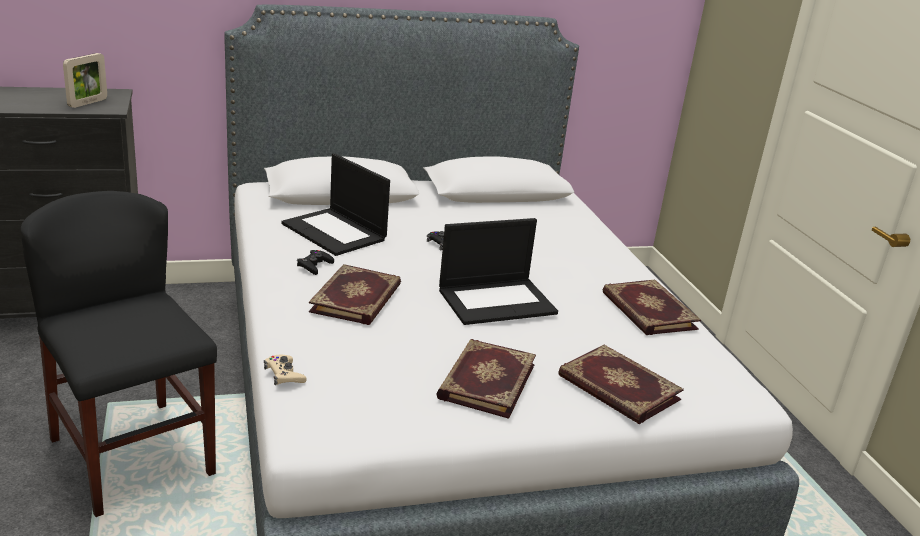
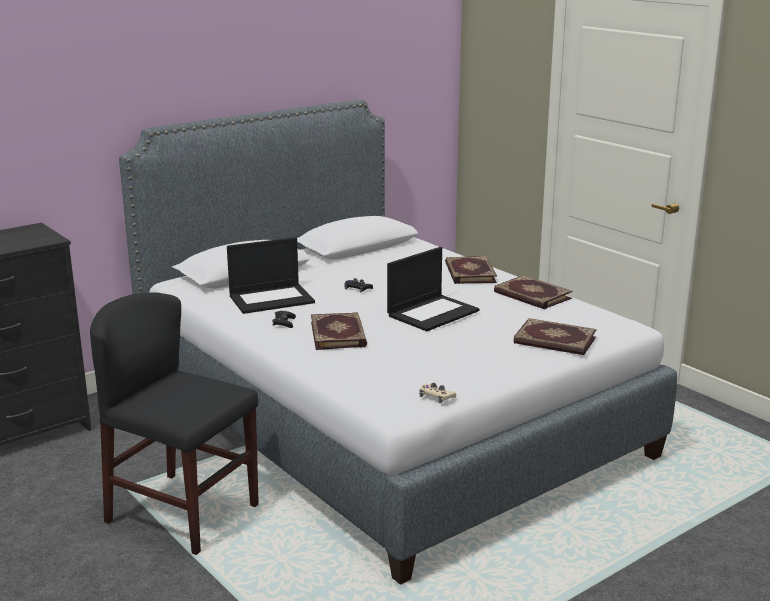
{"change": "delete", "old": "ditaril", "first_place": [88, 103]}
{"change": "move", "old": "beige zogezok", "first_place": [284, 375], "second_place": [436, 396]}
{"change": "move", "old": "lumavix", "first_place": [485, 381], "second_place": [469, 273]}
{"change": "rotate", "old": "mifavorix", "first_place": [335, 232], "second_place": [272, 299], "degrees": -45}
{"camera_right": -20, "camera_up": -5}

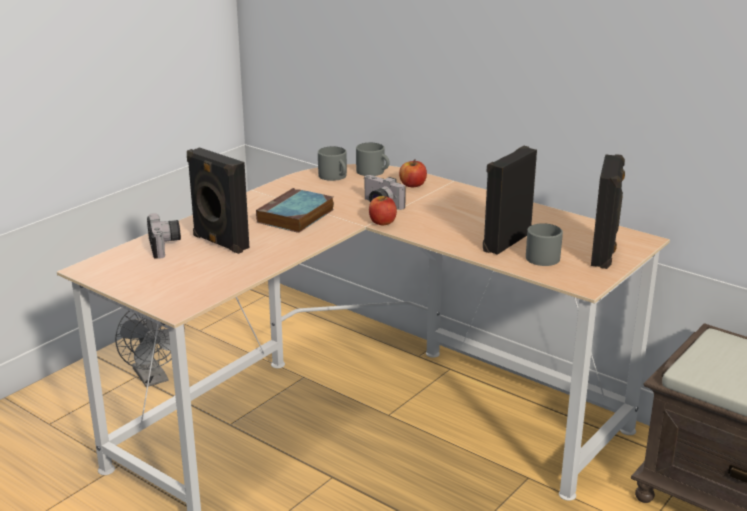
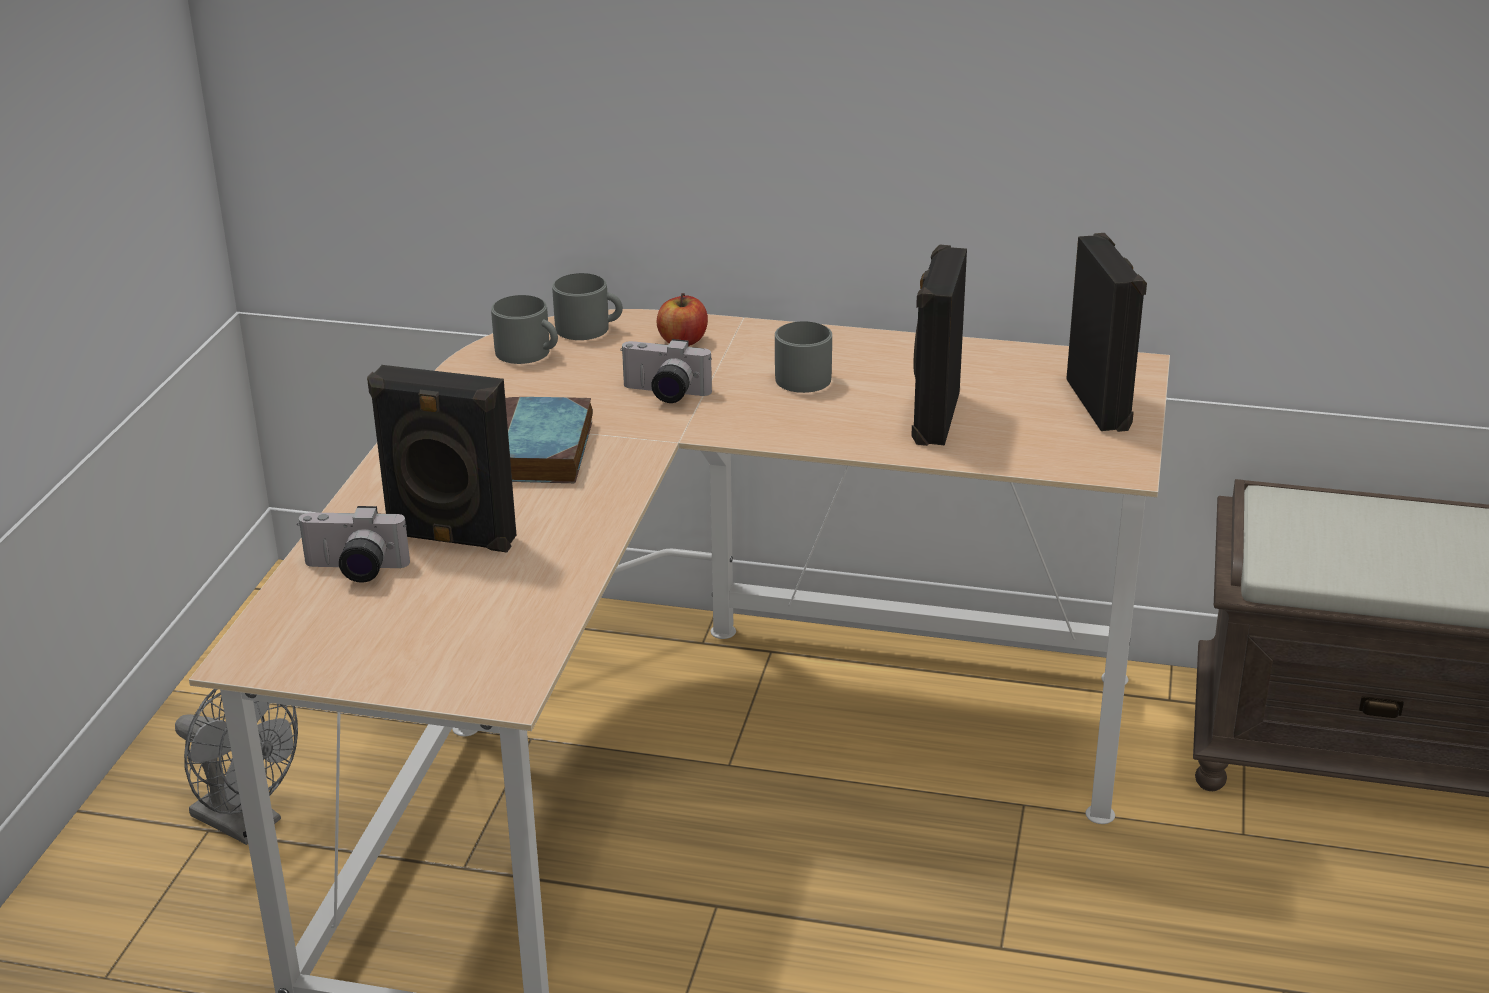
{"change": "delete", "old": "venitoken", "first_place": [382, 222]}
{"change": "move", "old": "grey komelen", "first_place": [542, 256], "second_place": [799, 376]}
{"change": "rotate", "old": "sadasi", "first_place": [166, 246], "second_place": [354, 570], "degrees": 135}
{"camera_right": -25, "camera_up": 5}

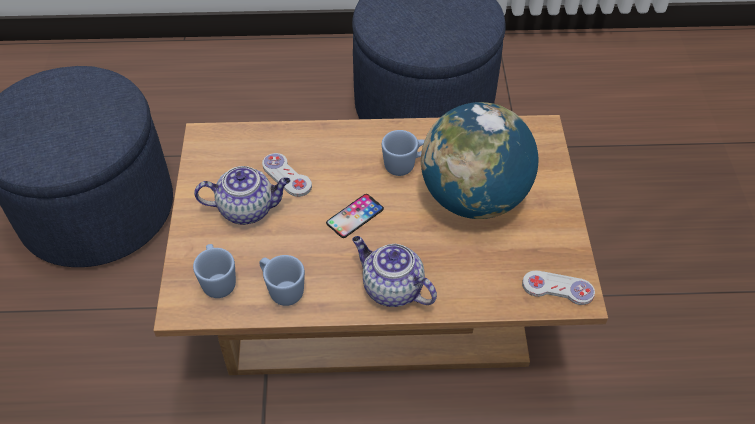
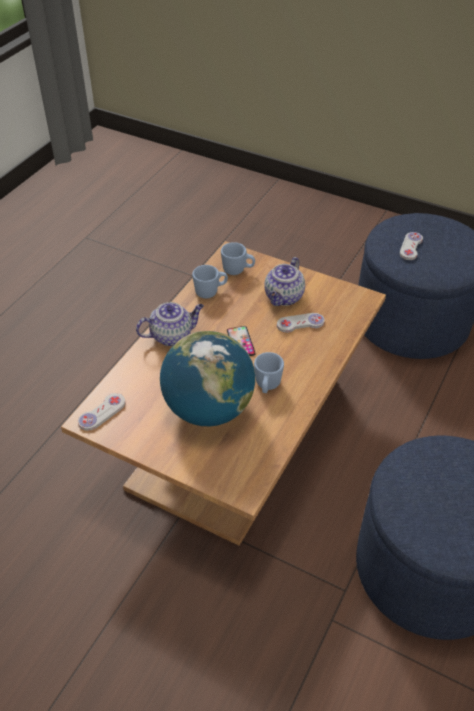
{"change": "insert", "new": "white zogezok", "second_place": [411, 247]}
{"camera_right": 120, "camera_up": -5}

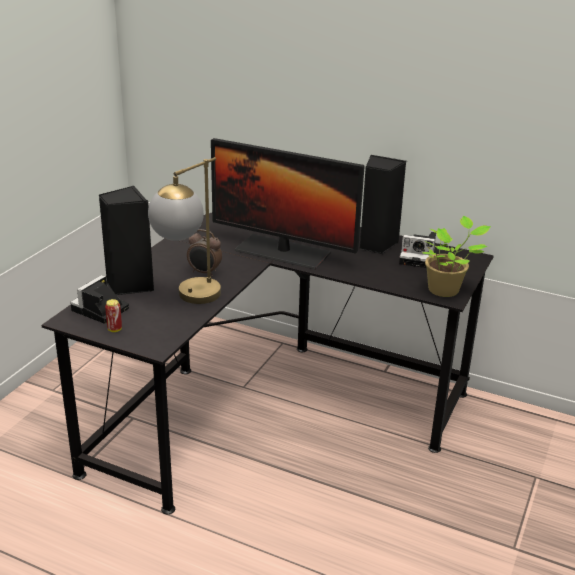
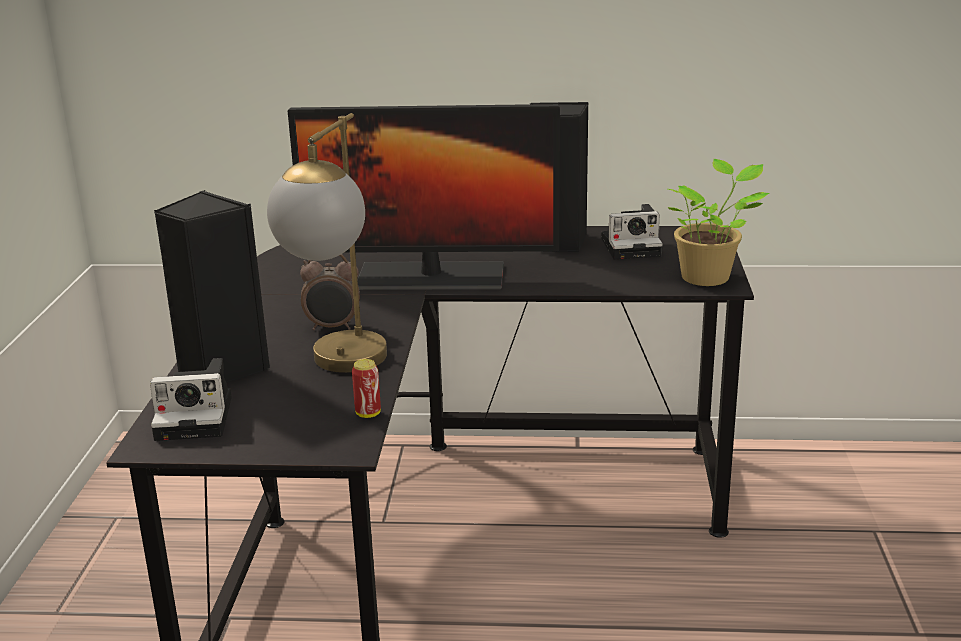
{"change": "move", "old": "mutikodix", "first_place": [114, 329], "second_place": [368, 414]}
{"change": "rotate", "old": "sadasi", "first_place": [99, 310], "second_place": [198, 417], "degrees": -105}
{"camera_right": -20, "camera_up": -5}

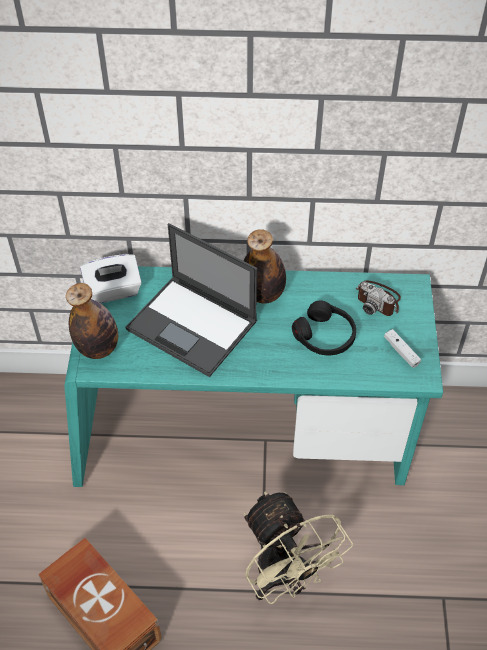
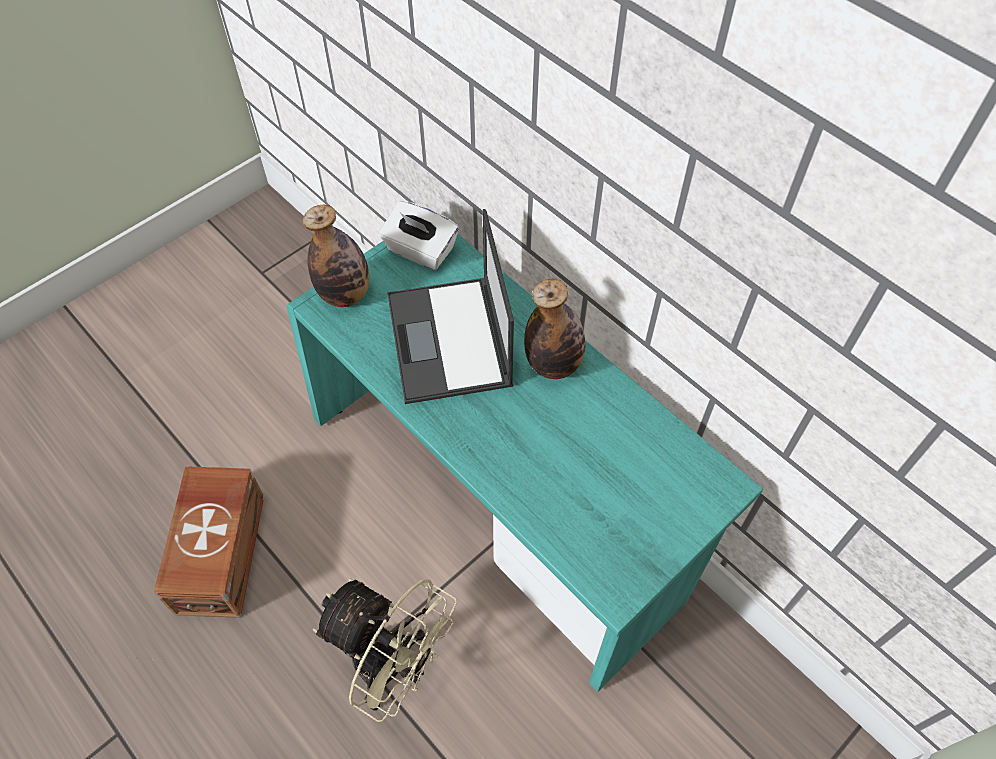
{"change": "delete", "old": "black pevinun", "first_place": [325, 336]}
{"change": "delete", "old": "sadasi", "first_place": [378, 300]}
{"change": "delete", "old": "white zogezok", "first_place": [401, 351]}
{"change": "rotate", "old": "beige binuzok", "first_place": [284, 577], "second_place": [393, 667], "degrees": -75}
{"camera_right": 45, "camera_up": 5}

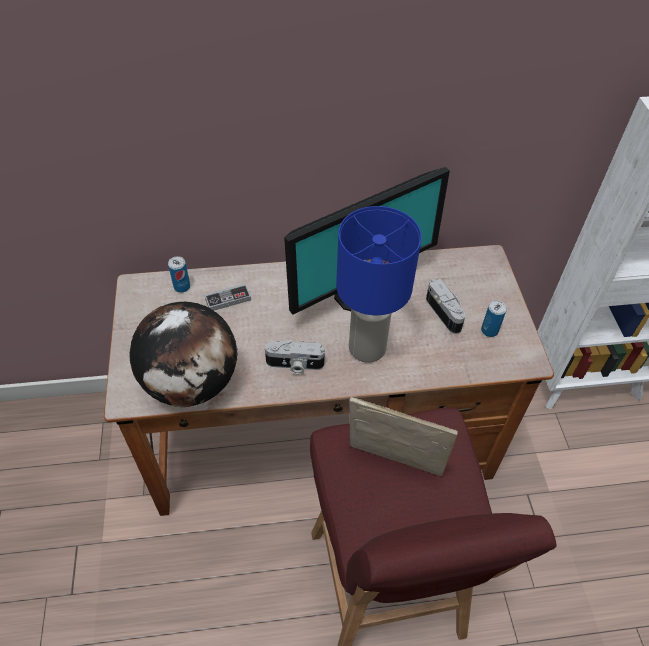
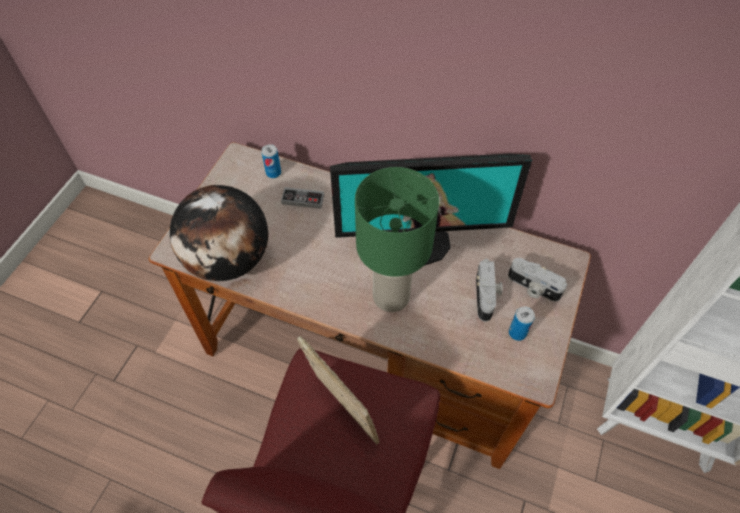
{"change": "move", "old": "sadasi", "first_place": [294, 365], "second_place": [532, 287]}
{"change": "recolor", "old": "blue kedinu", "new": "green kedinu", "first_place": [367, 349], "second_place": [390, 297]}
{"camera_right": 30, "camera_up": 5}

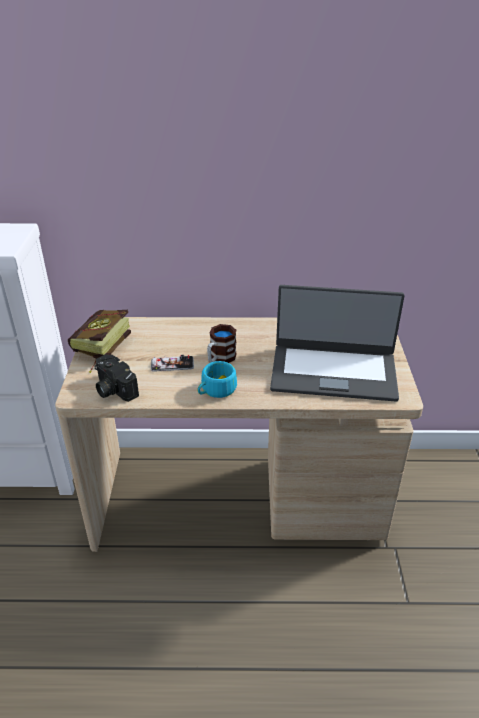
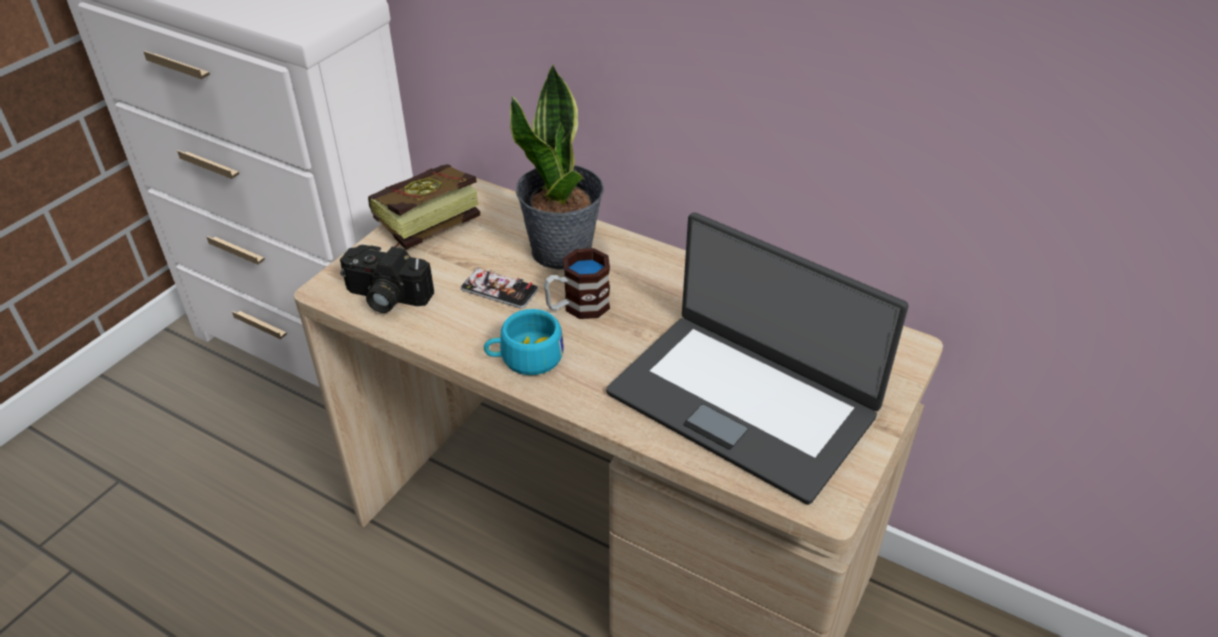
{"change": "insert", "new": "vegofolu", "second_place": [562, 251]}
{"change": "rotate", "old": "sadasi", "first_place": [112, 389], "second_place": [385, 297], "degrees": -60}
{"camera_right": 30, "camera_up": 5}

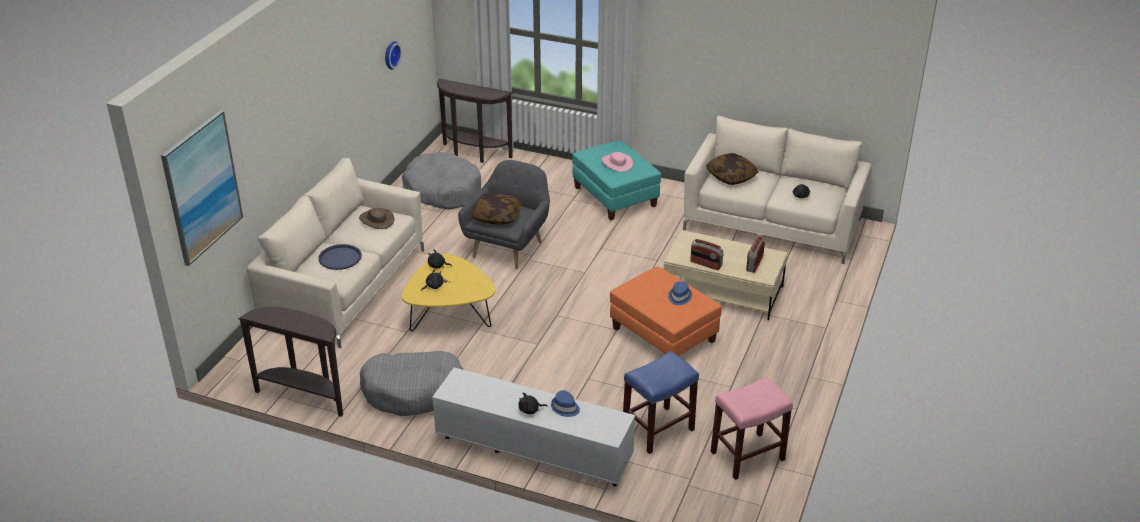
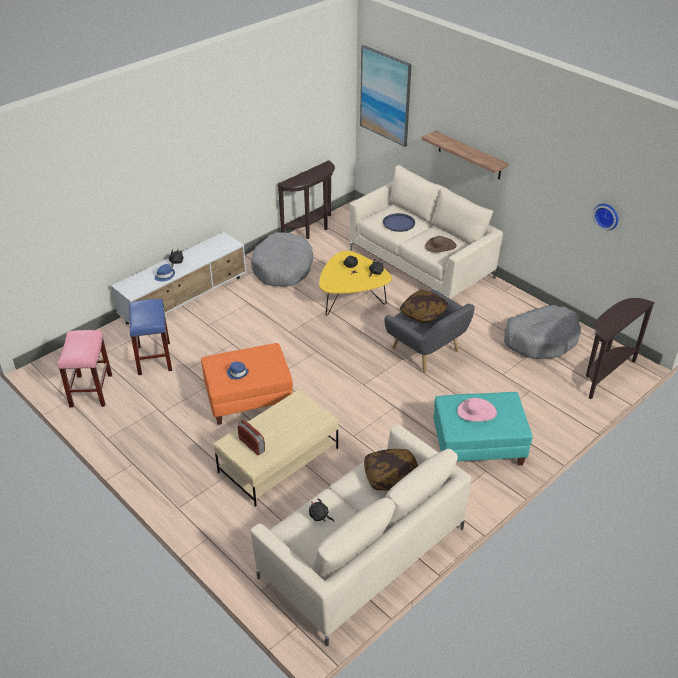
{"change": "delete", "old": "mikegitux", "first_place": [705, 264]}
{"change": "insert", "new": "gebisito", "second_place": [469, 155]}
{"camera_right": 115, "camera_up": 5}

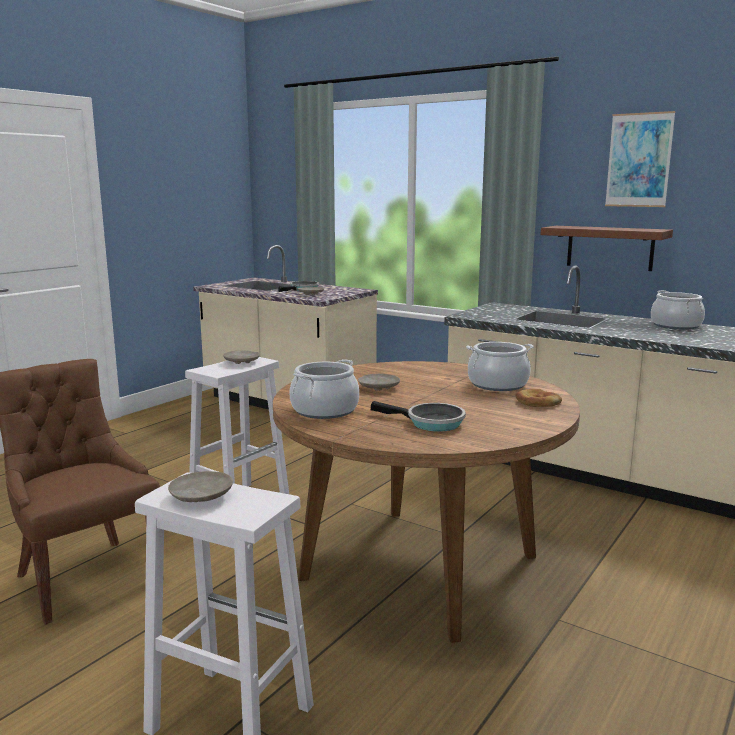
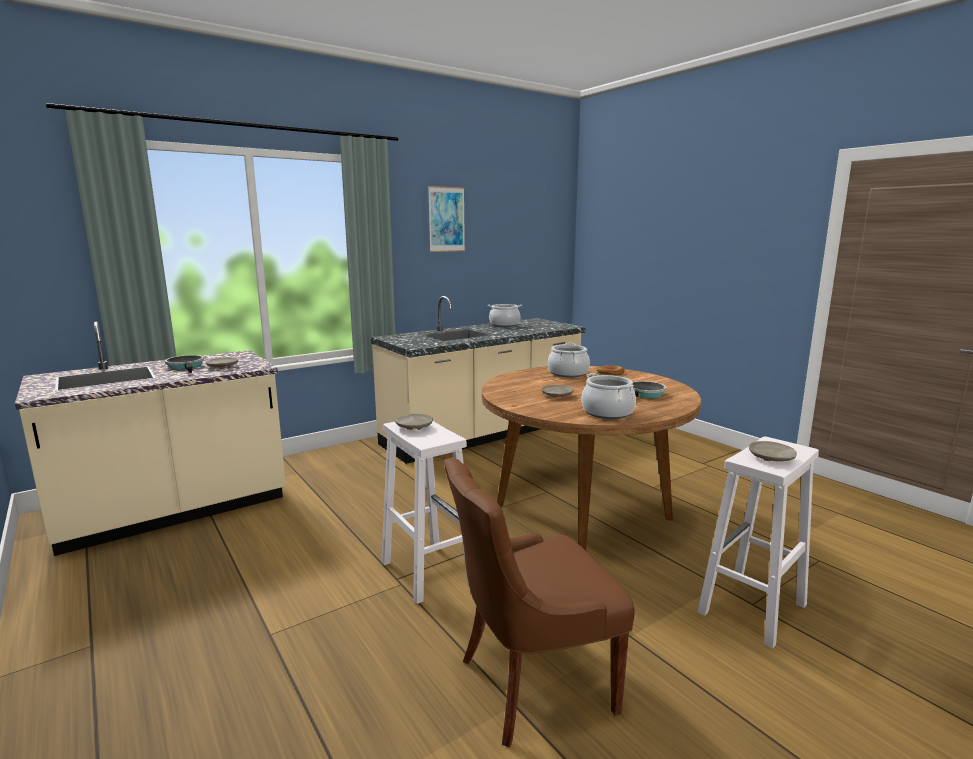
{"change": "delete", "old": "brown gebisito", "first_place": [610, 248]}
{"camera_right": -70, "camera_up": 0}

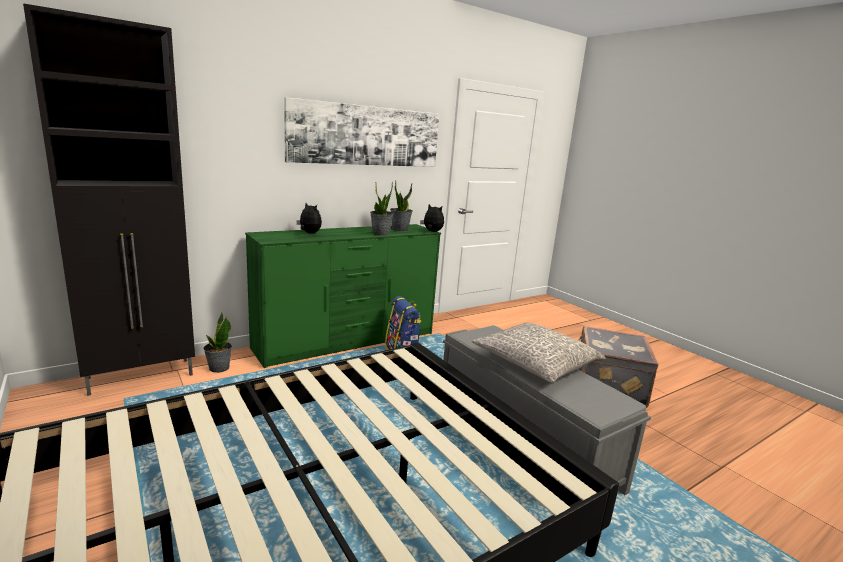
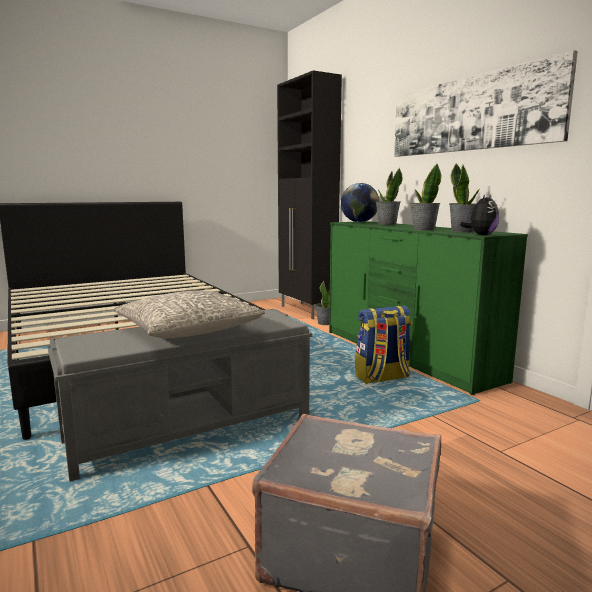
{"change": "insert", "new": "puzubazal", "second_place": [359, 222]}
{"change": "replace", "old": "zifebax", "new": "vegofolu", "first_place": [309, 233], "second_place": [387, 224]}
{"camera_right": 95, "camera_up": -5}

